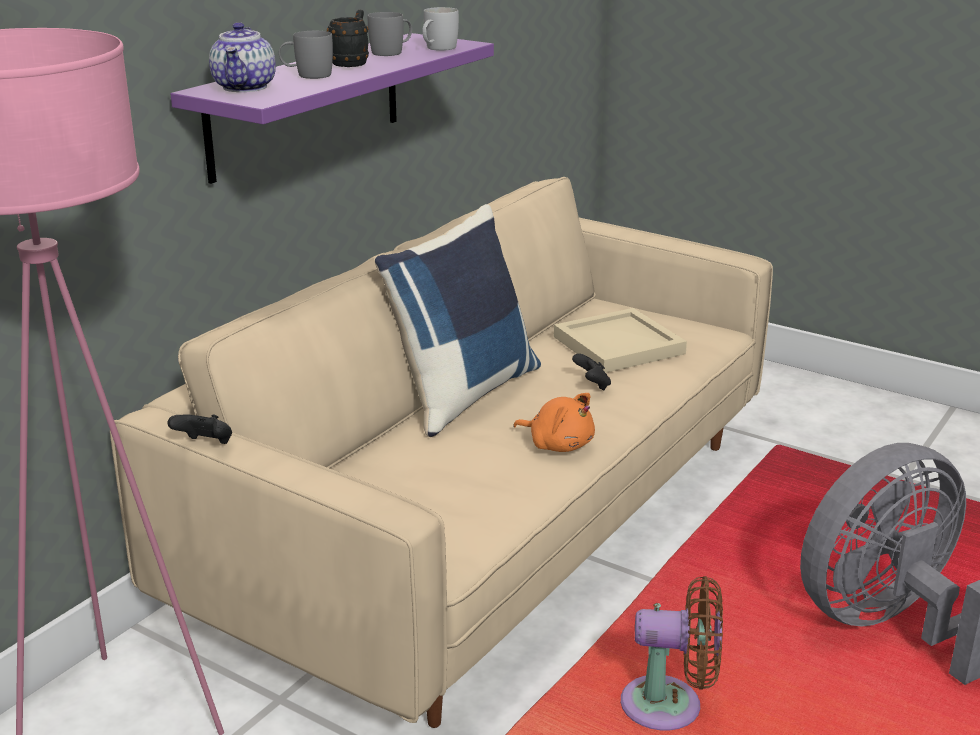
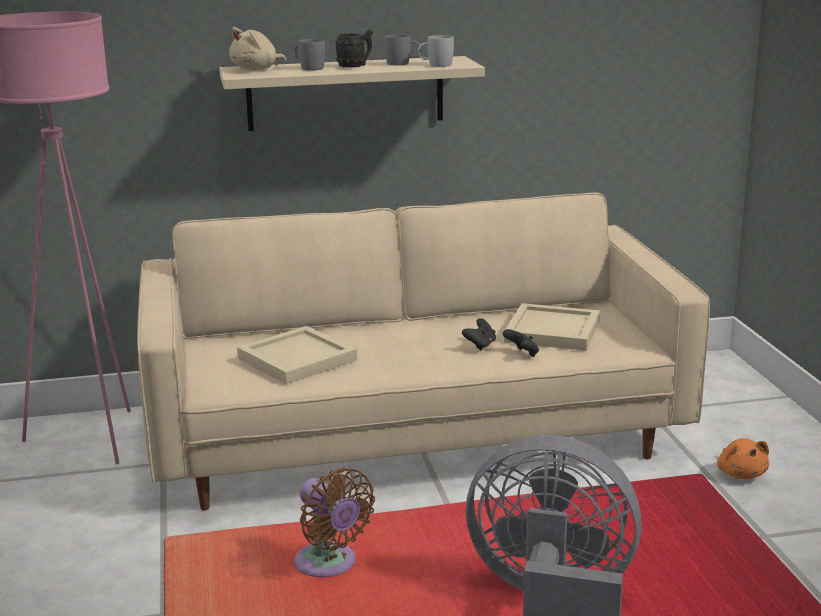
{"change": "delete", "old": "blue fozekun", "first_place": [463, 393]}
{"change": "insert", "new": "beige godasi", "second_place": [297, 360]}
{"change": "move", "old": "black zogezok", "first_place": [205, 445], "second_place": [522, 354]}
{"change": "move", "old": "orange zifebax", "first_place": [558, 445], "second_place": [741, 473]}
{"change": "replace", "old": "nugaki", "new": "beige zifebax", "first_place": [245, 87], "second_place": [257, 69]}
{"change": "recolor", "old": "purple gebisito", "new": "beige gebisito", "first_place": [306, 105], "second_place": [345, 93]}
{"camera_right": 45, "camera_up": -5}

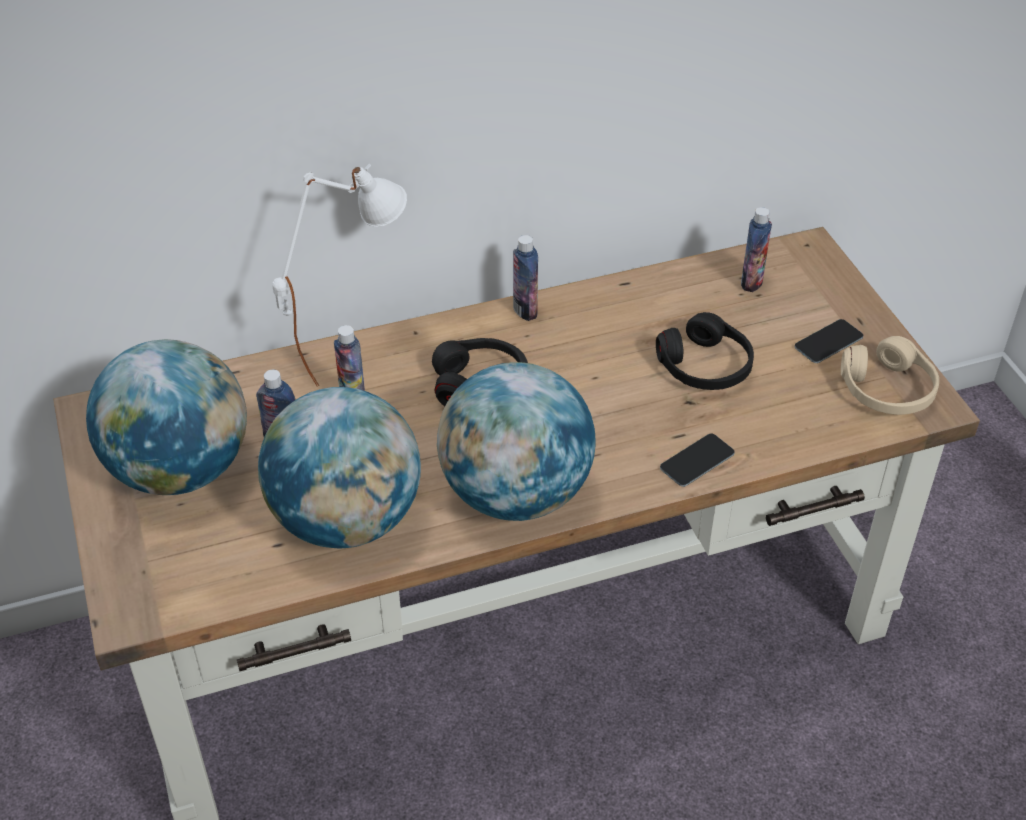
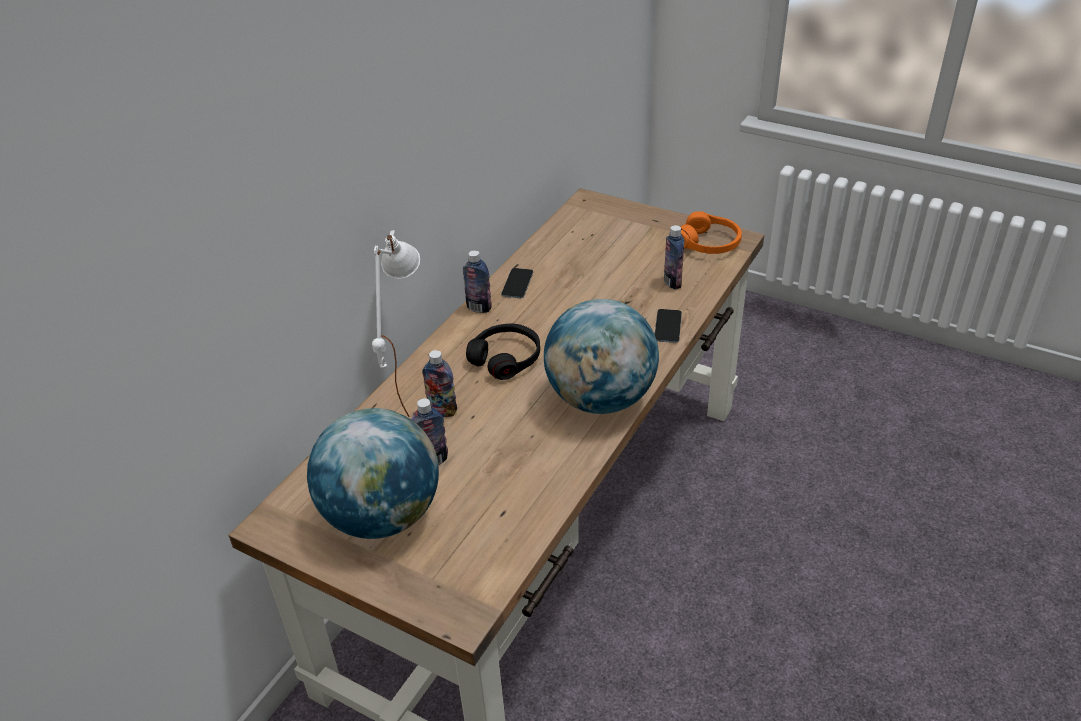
{"change": "delete", "old": "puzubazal", "first_place": [346, 520]}
{"change": "delete", "old": "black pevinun", "first_place": [705, 366]}
{"change": "move", "old": "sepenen", "first_place": [751, 282], "second_place": [672, 282]}
{"change": "move", "old": "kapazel", "first_place": [828, 342], "second_place": [517, 283]}
{"change": "recolor", "old": "beige pevinun", "new": "orange pevinun", "first_place": [887, 389], "second_place": [709, 243]}
{"camera_right": -40, "camera_up": -5}

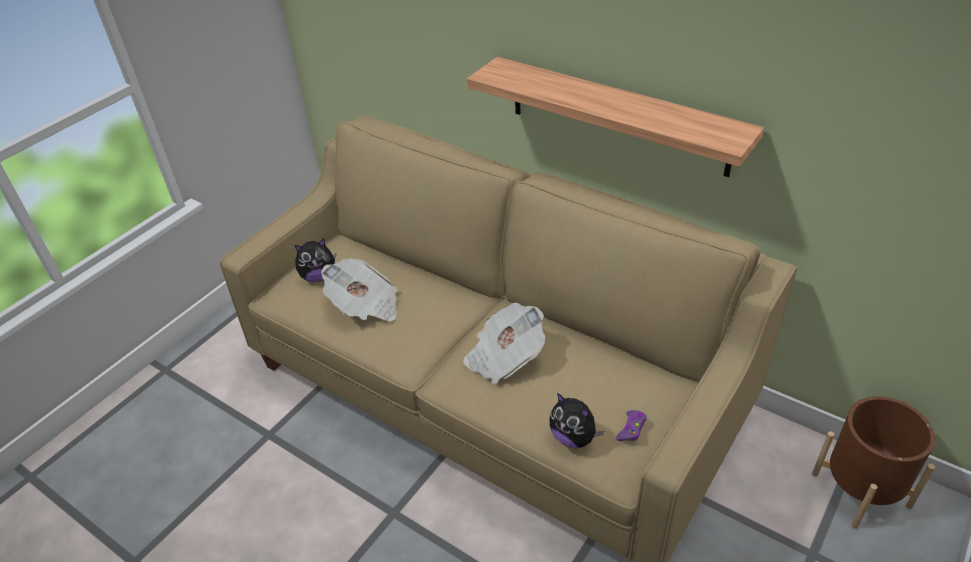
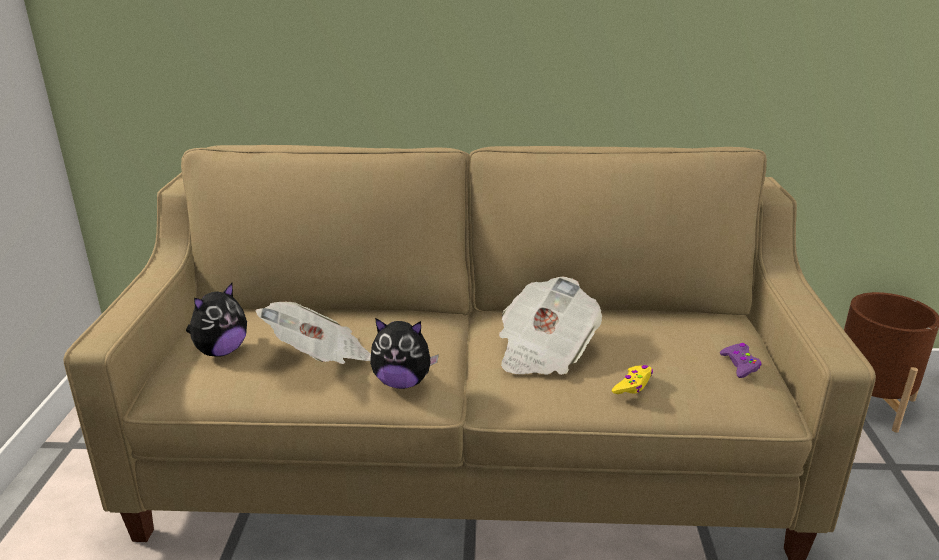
{"change": "delete", "old": "gebisito", "first_place": [617, 116]}
{"change": "insert", "new": "yellow zogezok", "second_place": [633, 385]}
{"change": "move", "old": "zifebax", "first_place": [574, 437], "second_place": [402, 382]}
{"camera_right": -35, "camera_up": -15}

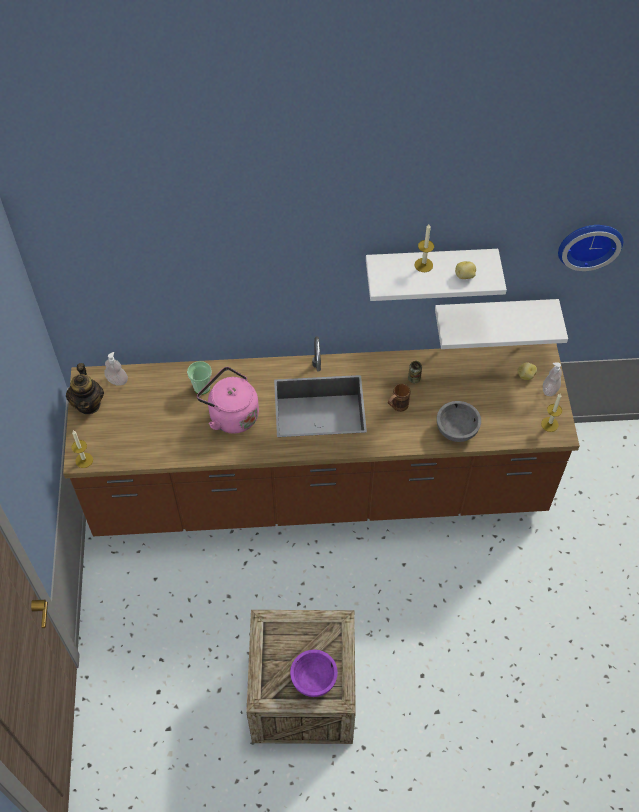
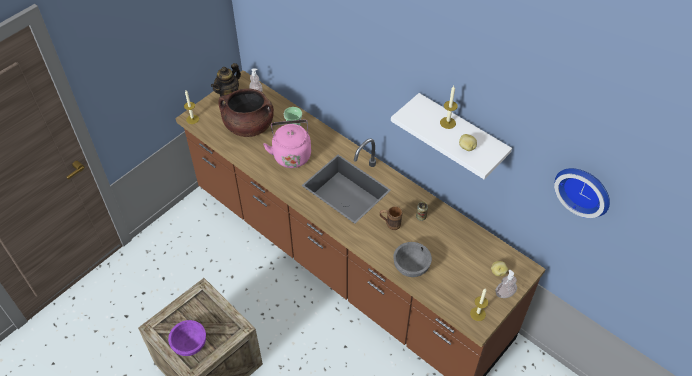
{"change": "delete", "old": "white gebisito", "first_place": [494, 316]}
{"change": "insert", "new": "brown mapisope", "second_place": [249, 126]}
{"camera_right": 45, "camera_up": -5}

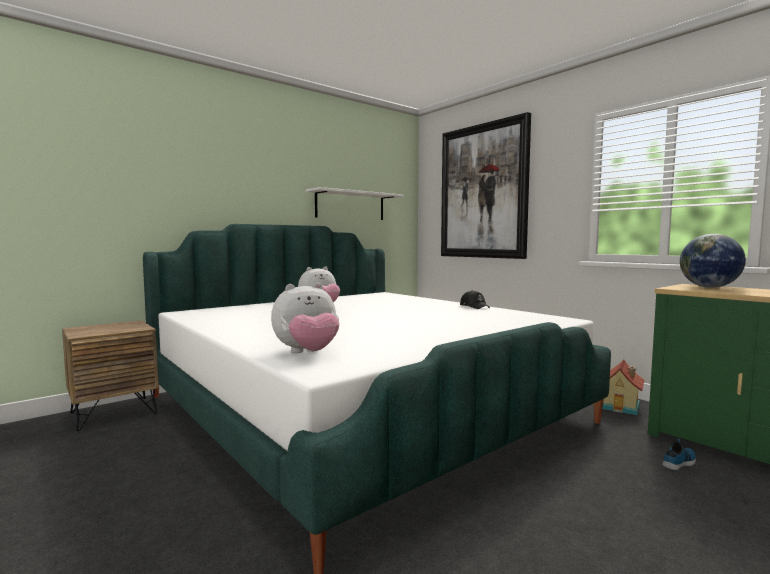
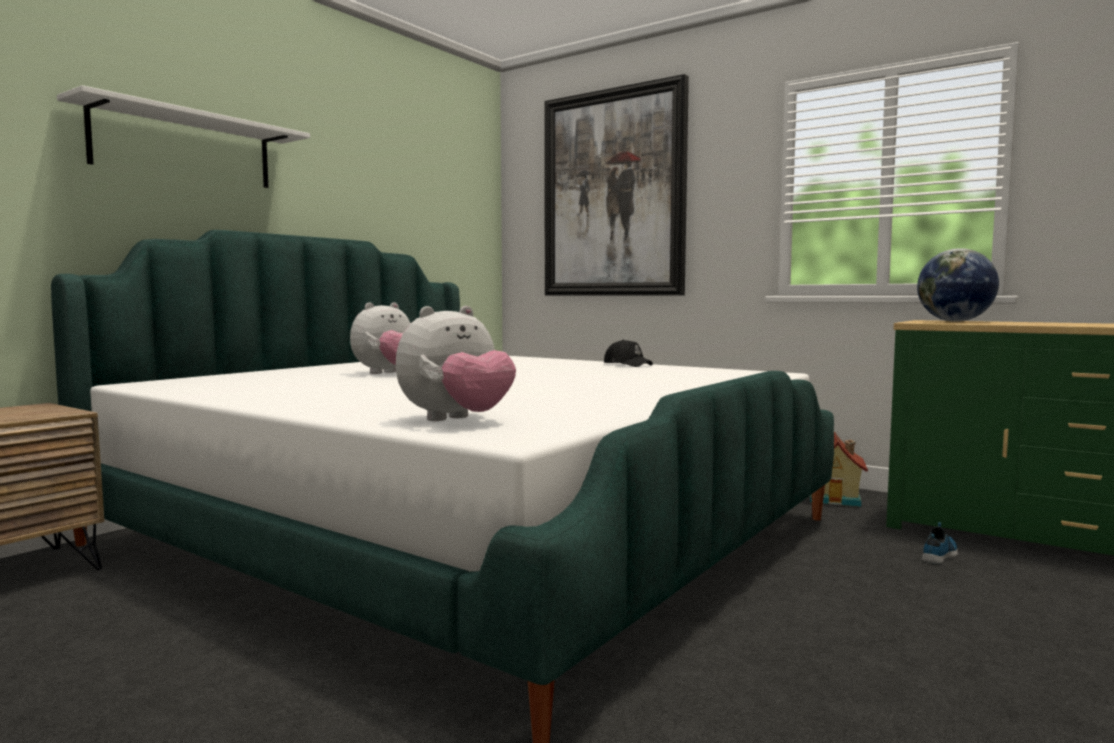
{"change": "move", "old": "white gebisito", "first_place": [350, 205], "second_place": [184, 148]}
{"camera_right": -15, "camera_up": 0}

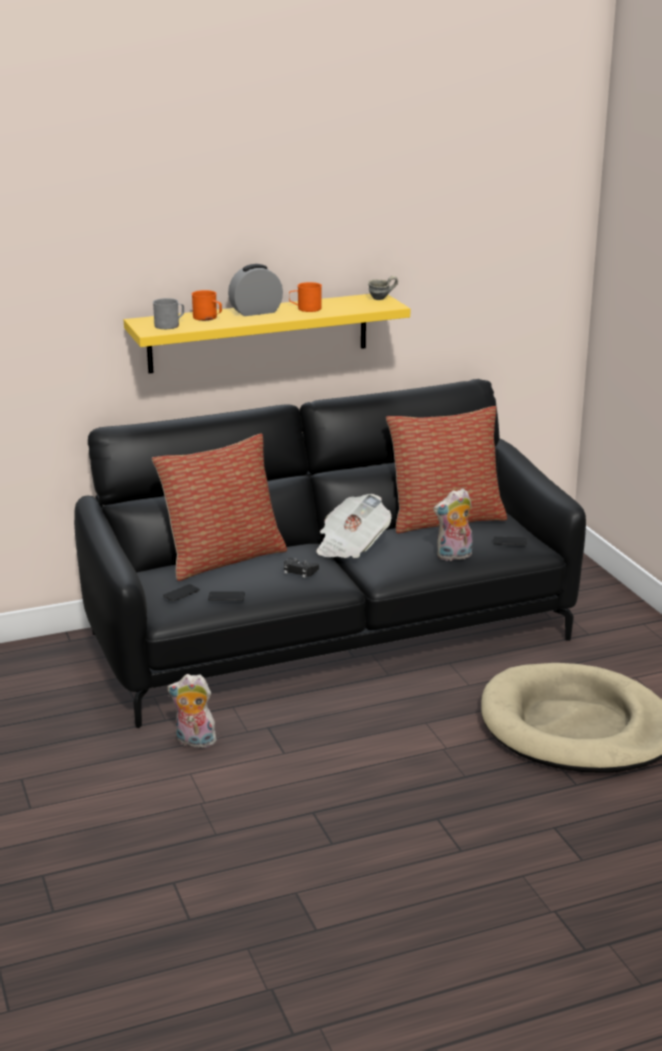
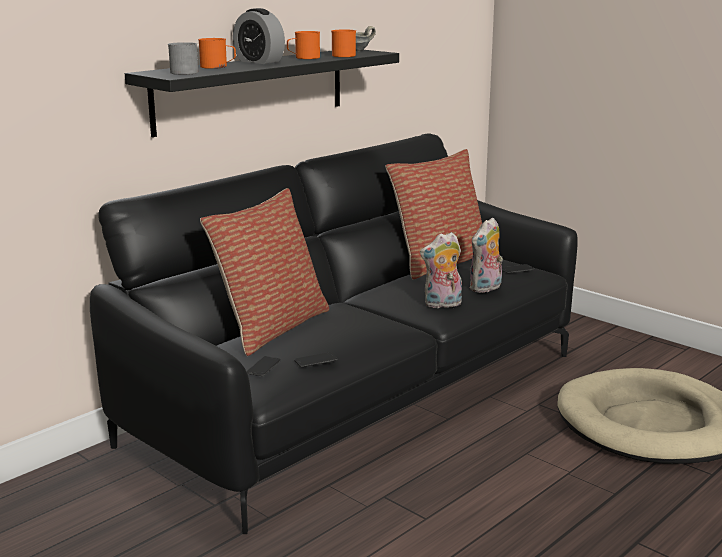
{"change": "delete", "old": "black zogezok", "first_place": [299, 571]}
{"change": "delete", "old": "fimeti", "first_place": [351, 546]}
{"change": "insert", "new": "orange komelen", "second_place": [345, 55]}
{"change": "move", "old": "zifebax", "first_place": [194, 742], "second_place": [442, 305]}
{"change": "recolor", "old": "yellow gebisito", "new": "black gebisito", "first_place": [258, 332], "second_place": [251, 90]}
{"change": "rotate", "old": "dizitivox", "first_place": [256, 312], "second_place": [259, 62], "degrees": -90}
{"camera_right": -25, "camera_up": -5}

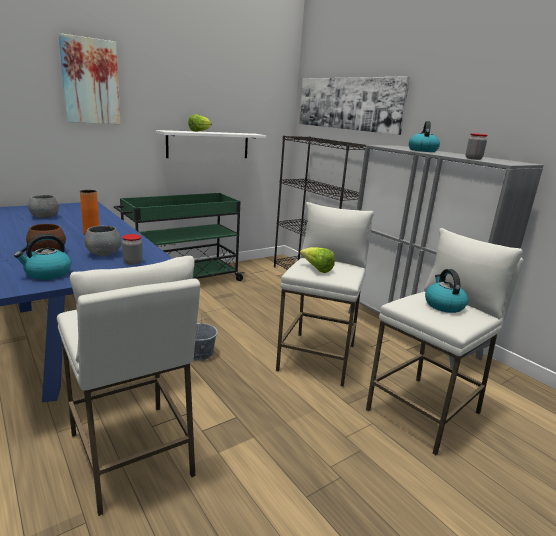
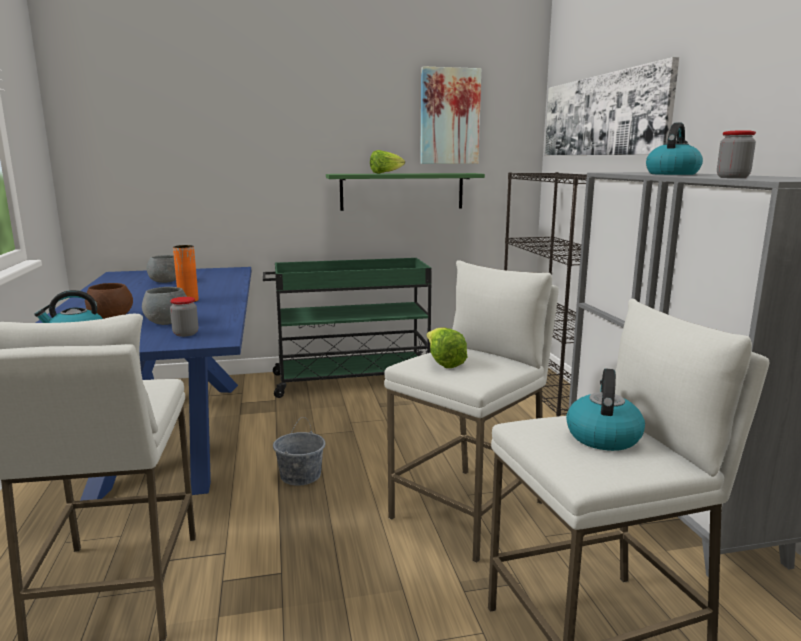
{"change": "move", "old": "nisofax", "first_place": [90, 81], "second_place": [449, 116]}
{"change": "recolor", "old": "white gebisito", "new": "green gebisito", "first_place": [208, 145], "second_place": [402, 191]}
{"camera_right": 25, "camera_up": -5}

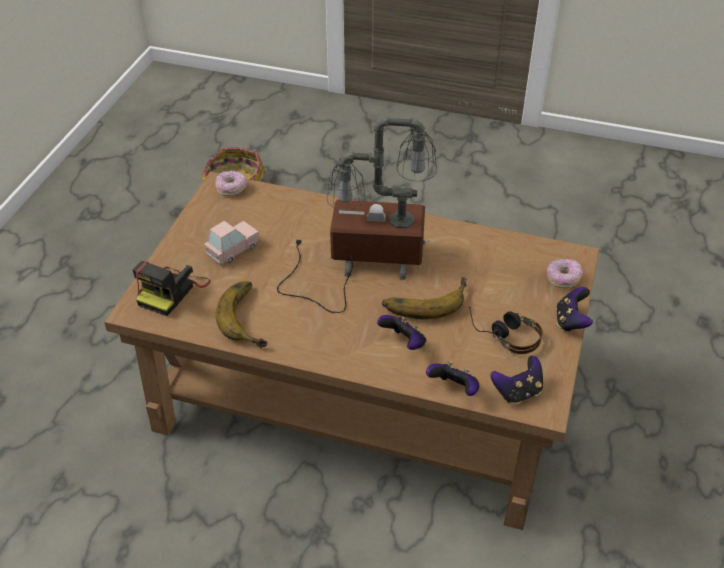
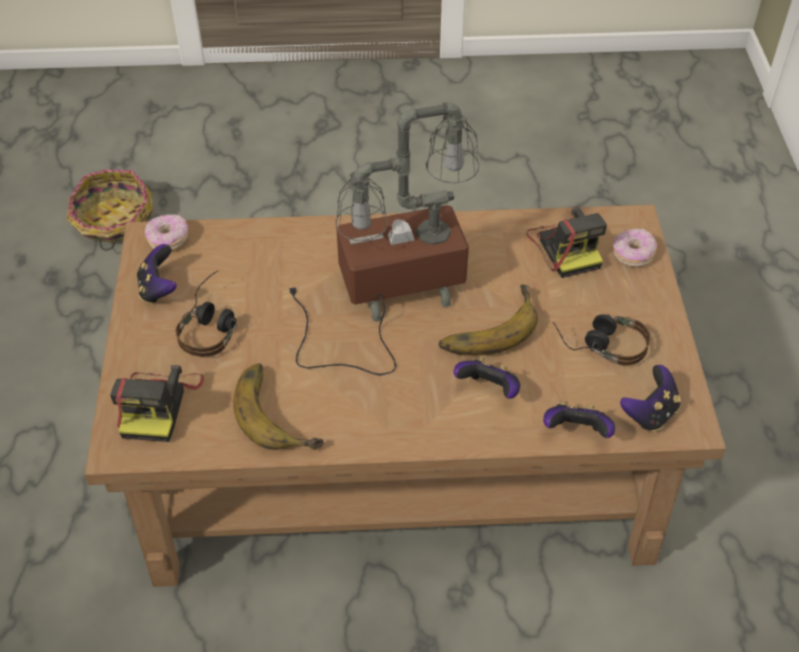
{"change": "insert", "new": "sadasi", "second_place": [566, 247]}
{"change": "move", "old": "zogezok", "first_place": [571, 321], "second_place": [159, 289]}
{"change": "replace", "old": "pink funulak", "new": "pevinun", "first_place": [233, 250], "second_place": [212, 324]}
{"camera_right": -20, "camera_up": 5}

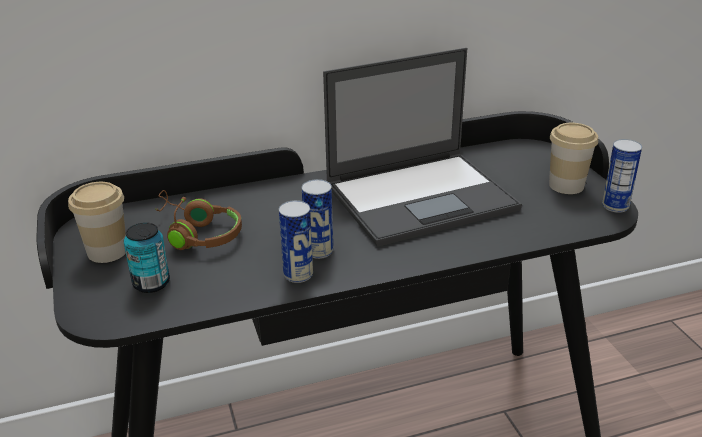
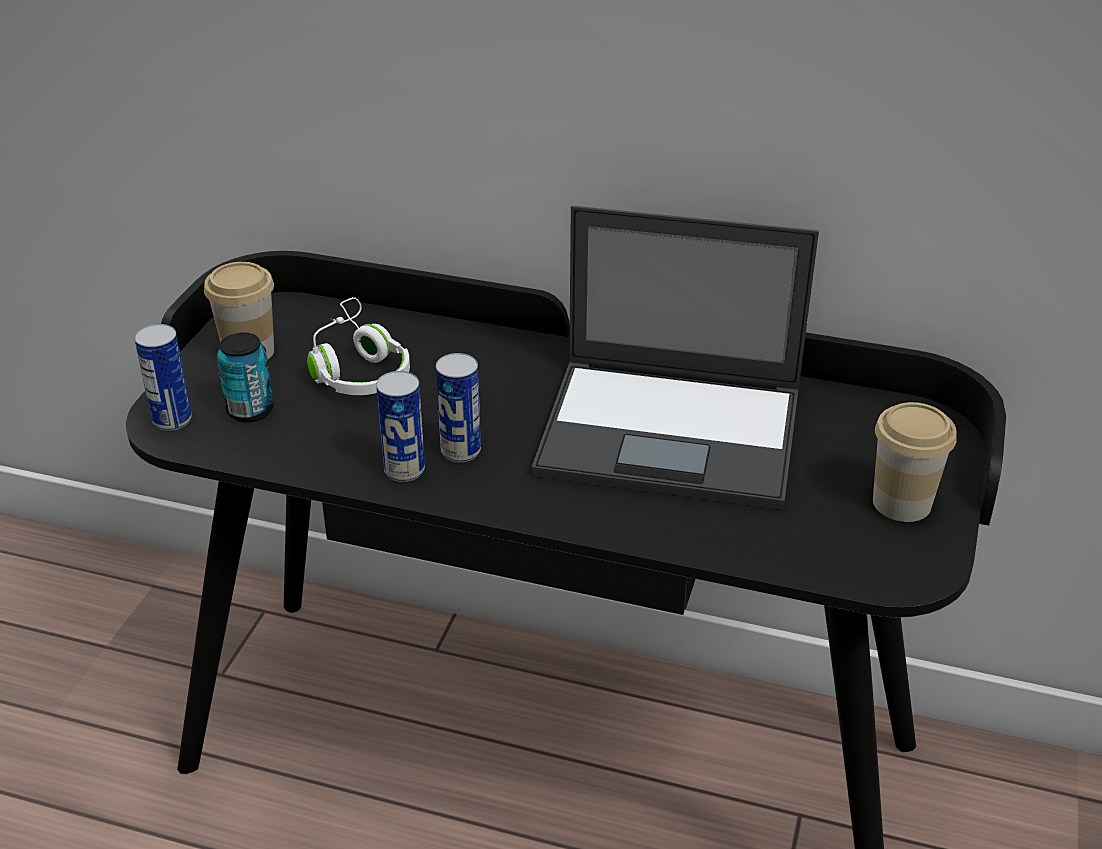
{"change": "move", "old": "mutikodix", "first_place": [615, 206], "second_place": [172, 420]}
{"change": "recolor", "old": "brown pevinun", "new": "white pevinun", "first_place": [196, 233], "second_place": [357, 368]}
{"camera_right": 35, "camera_up": 5}

